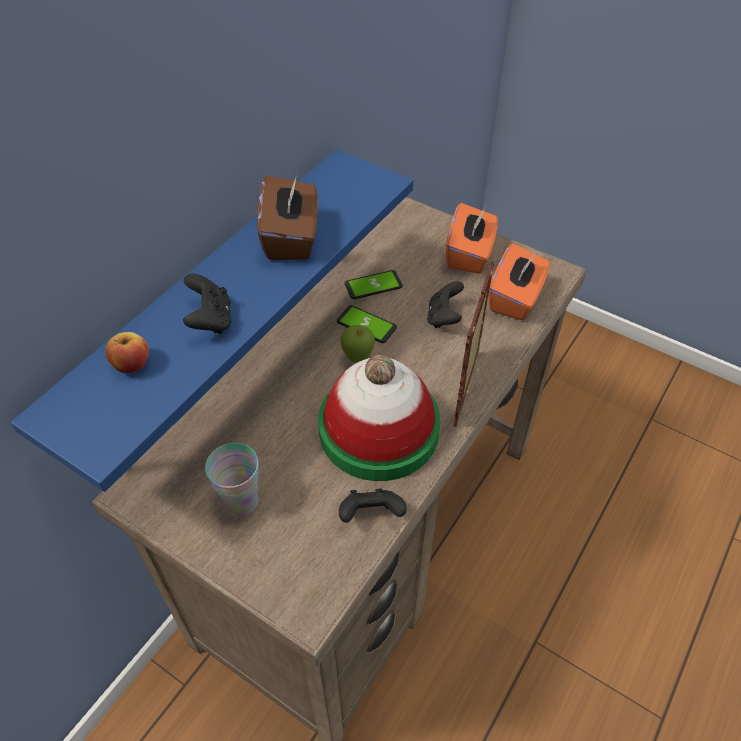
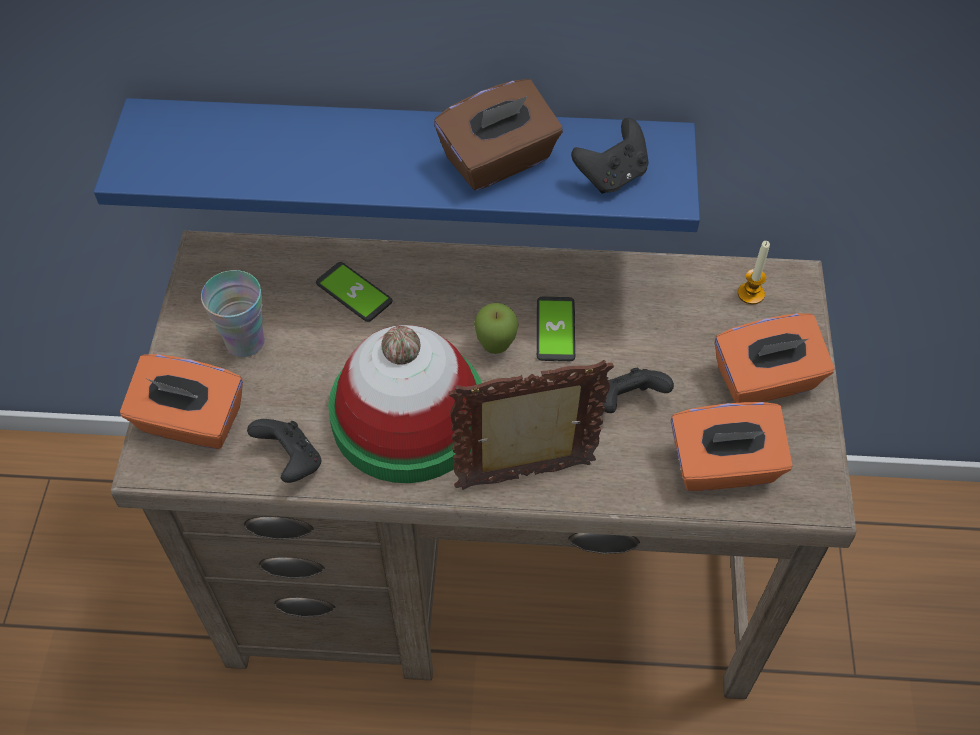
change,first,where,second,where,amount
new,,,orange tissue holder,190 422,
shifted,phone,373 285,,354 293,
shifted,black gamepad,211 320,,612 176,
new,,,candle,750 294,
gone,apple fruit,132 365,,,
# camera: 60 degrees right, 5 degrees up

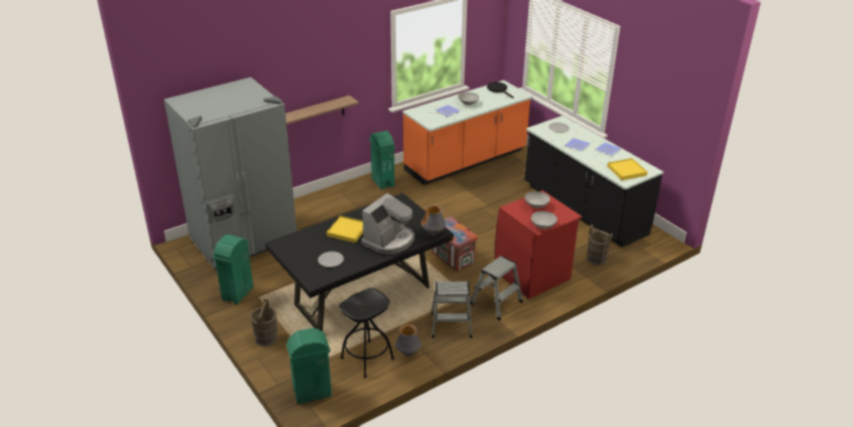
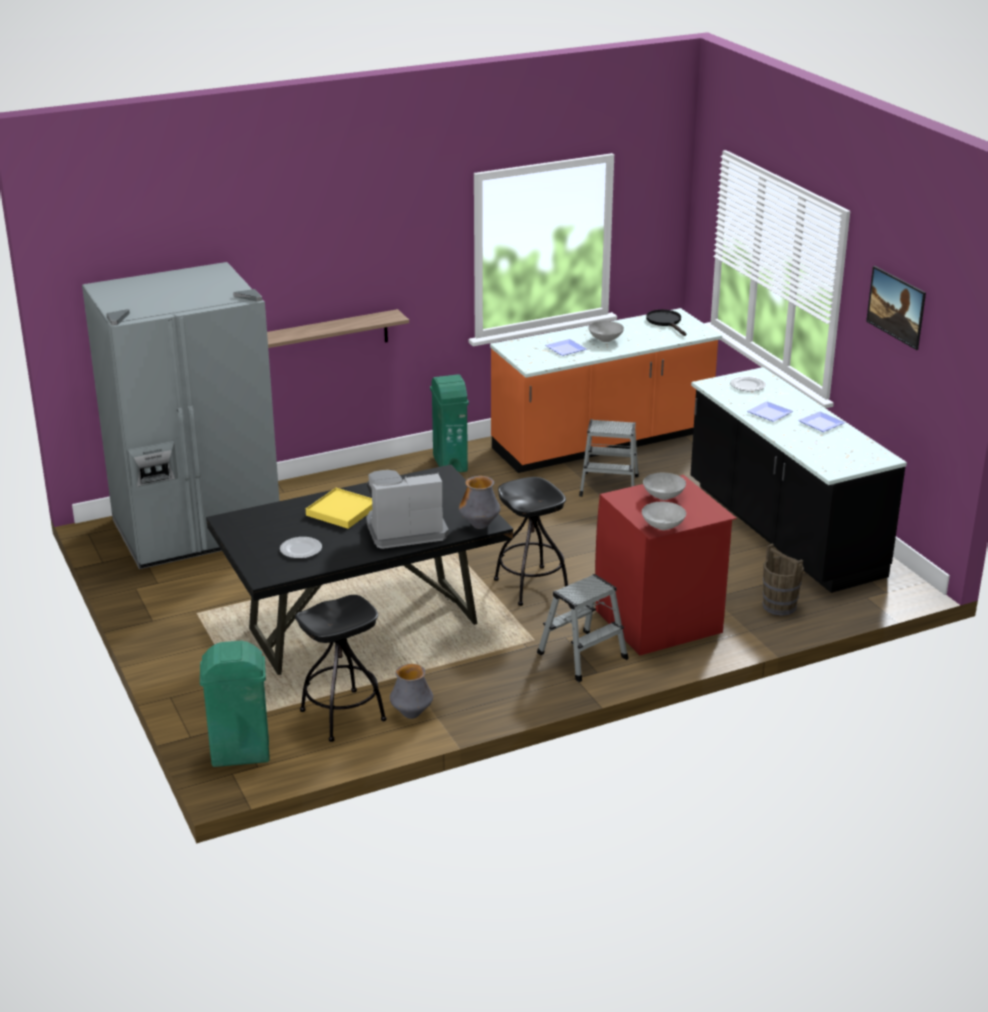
change,first,where,second,where,amount
rotated,coffee brewer,389 240,,404 530,150 degrees counterclockwise
swapped,crate,453 259,black stool,531 585,
shifted,gray stepladder,450 324,,608 485,
new,,,wall art,894 321,
gone,green-coloured waste bin,237 294,,,
gone,brownish pail,266 338,,,
gone,yellowish serving tray,626 171,,,
# camera: 10 degrees right, 5 degrees down

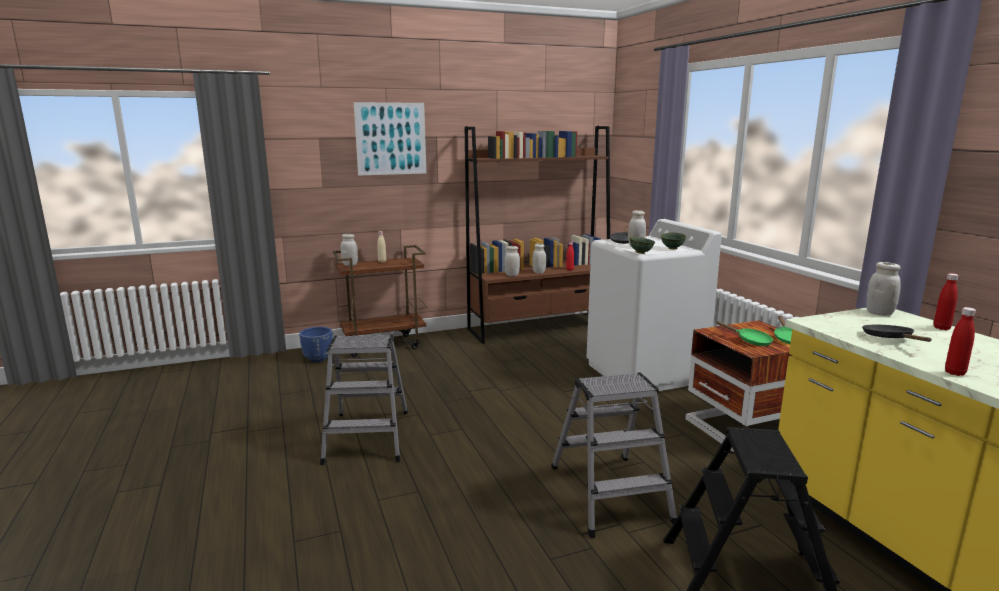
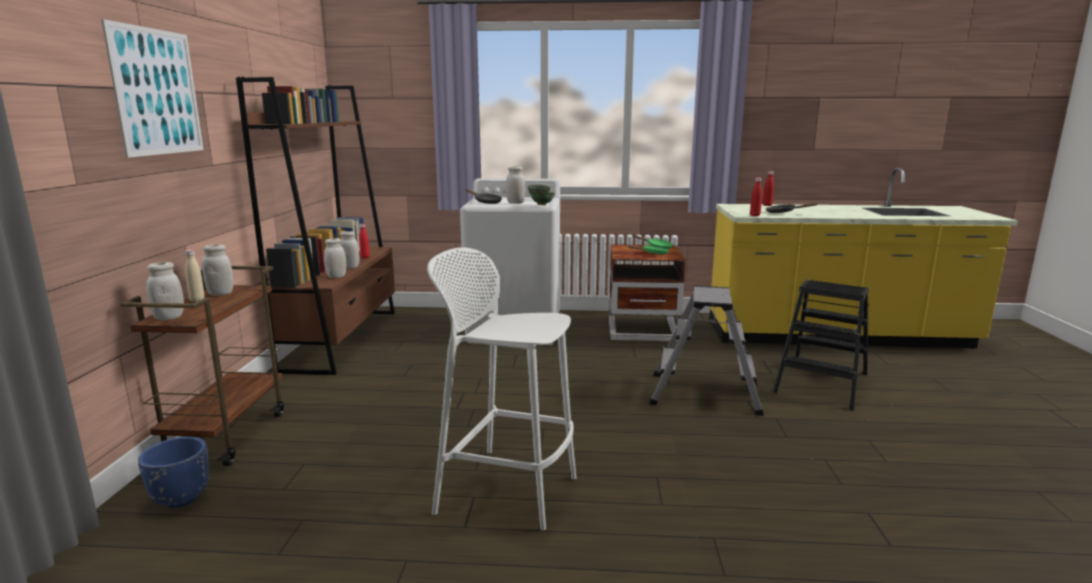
change,first,where,second,where,amount
shifted,white storage jar,879 313,,220 293,
swapped,gray stepladder,367 435,white stool,506 490,
shifted,red-coloured beverage bottle,954 373,,755 215,
# camera: 65 degrees left, 0 degrees up

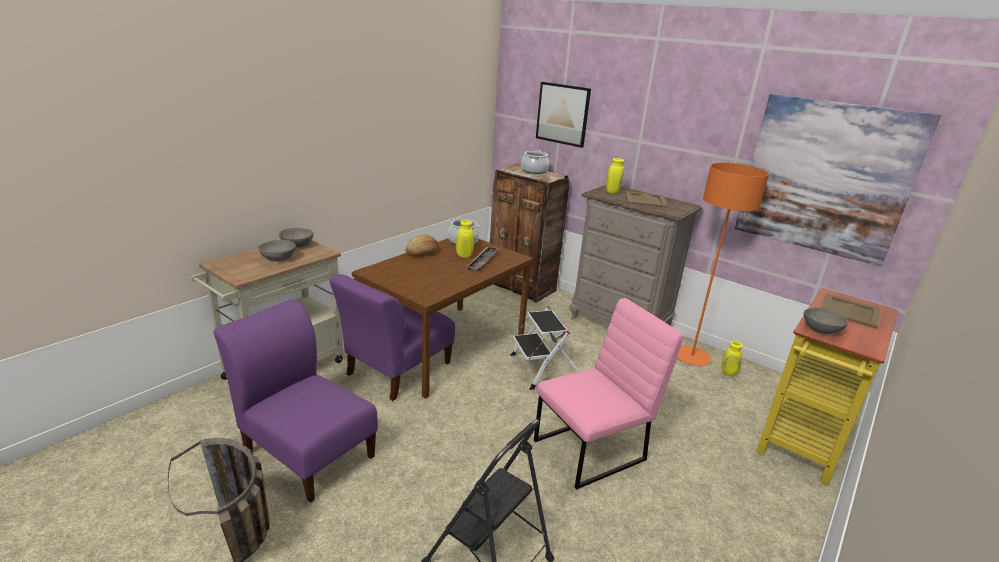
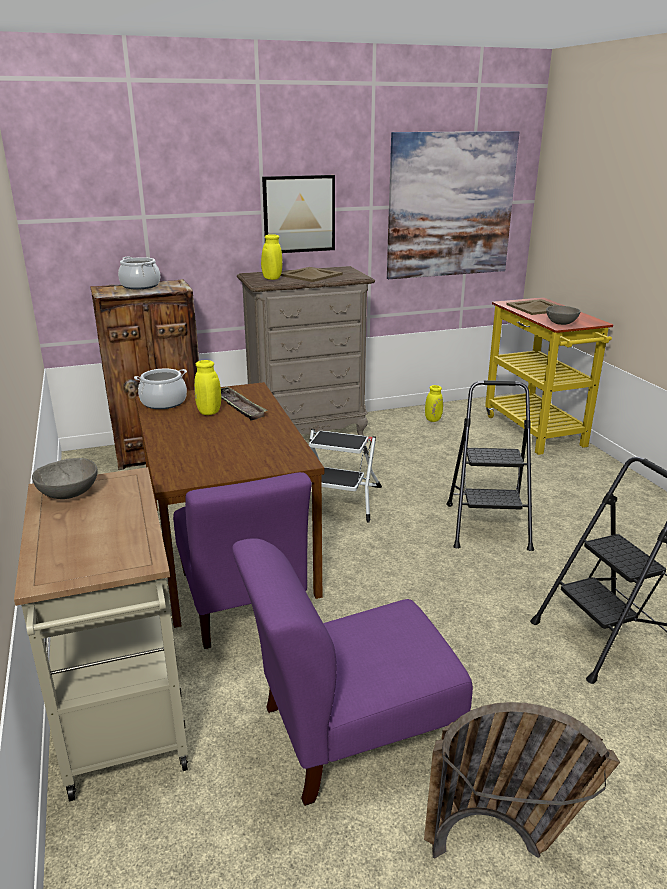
change,first,where,second,where,amount
shifted,wall art,562 114,,299 214,
swapped,pinkish plain chair,592 449,black stepladder,487 524,
gone,gray bowl,279 259,,,
gone,baked bread,422 253,,,
gone,orange floor lamp,691 357,,,
# camera: 55 degrees left, 0 degrees up

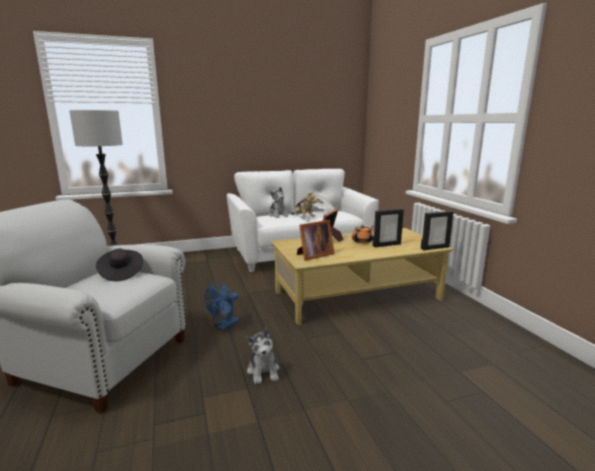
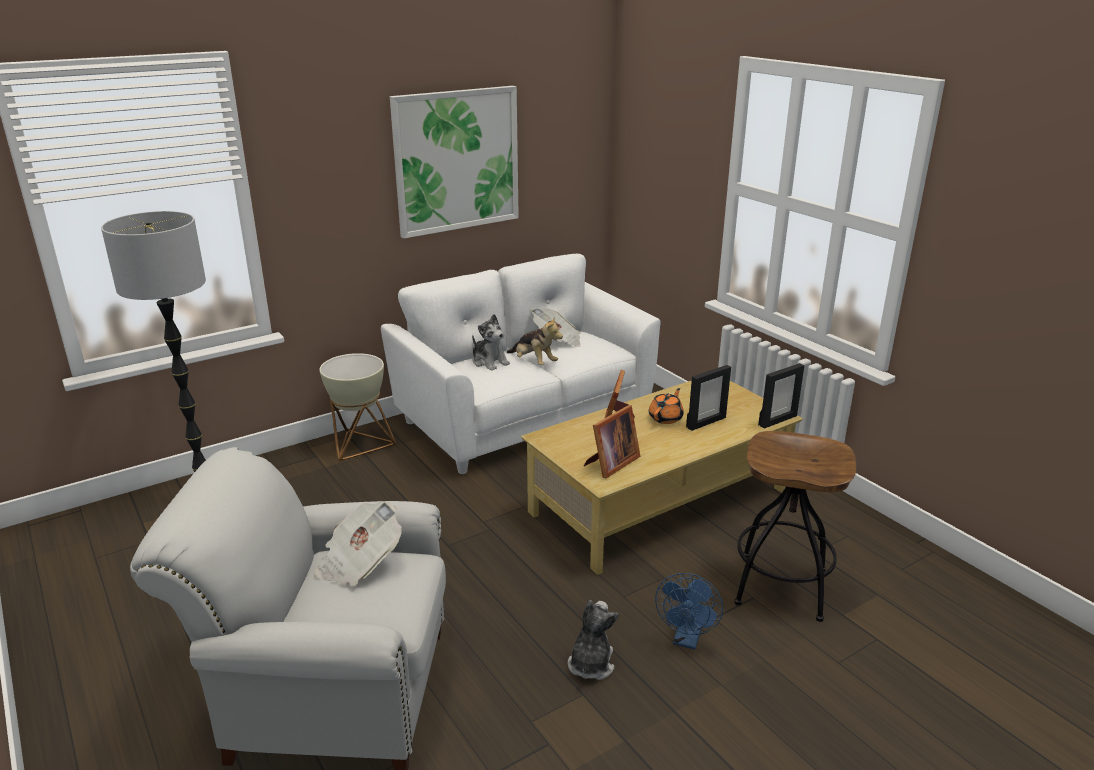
change,first,where,second,where,amount
swapped,black hat,121 273,daily paper,359 563,
new,,,planter,361 444,
new,,,wall art,456 160,
rotated,plush toy,263 371,,590 664,135 degrees counterclockwise
shifted,blue-coloured fan,224 326,,687 639,
new,,,brownish stool,781 586,
# camera: 15 degrees left, 10 degrees up

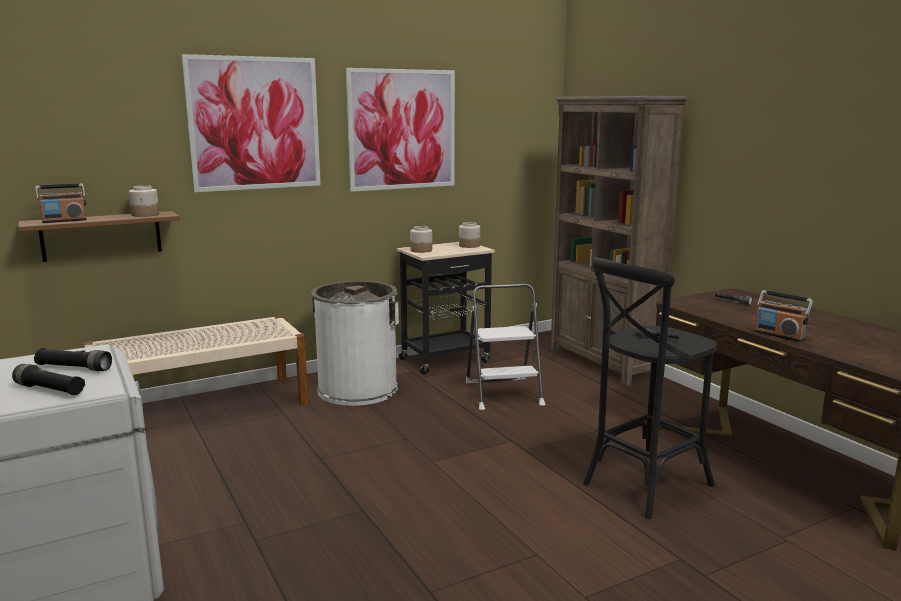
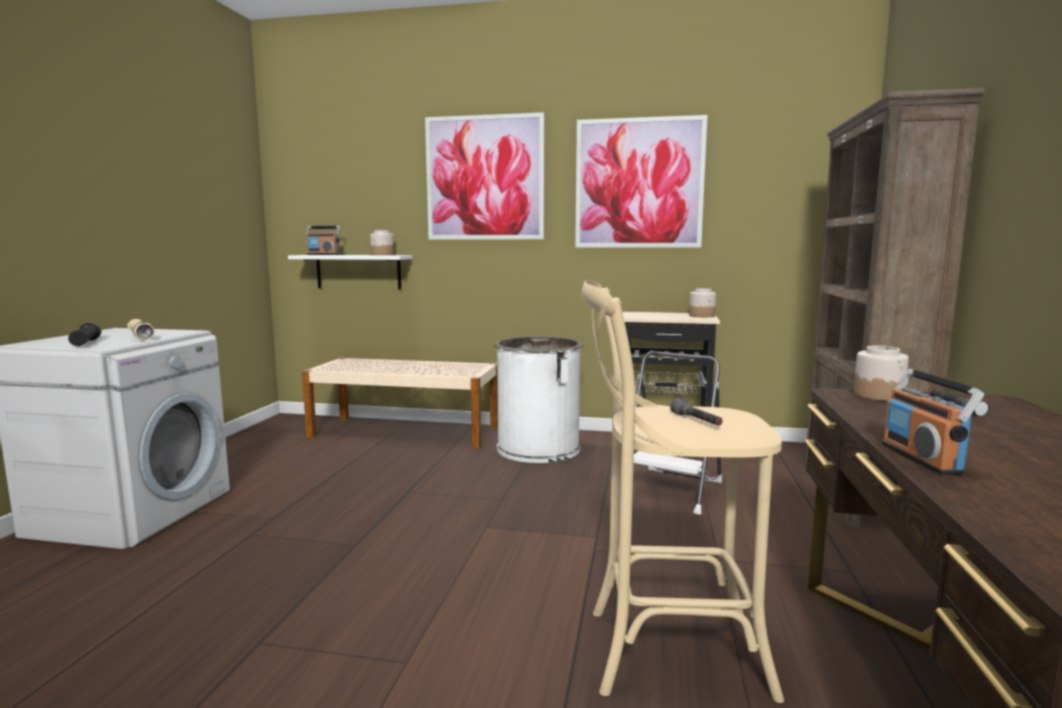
change,first,where,second,where,amount
repainted,black torch,74 368,beige torch,141 337,
repainted,brownish shelf,101 236,white shelf,358 272,
repainted,black stool,643 486,beige stool,666 651,
shifted,storage jar,421 250,,878 395,
# camera: 40 degrees right, 5 degrees down

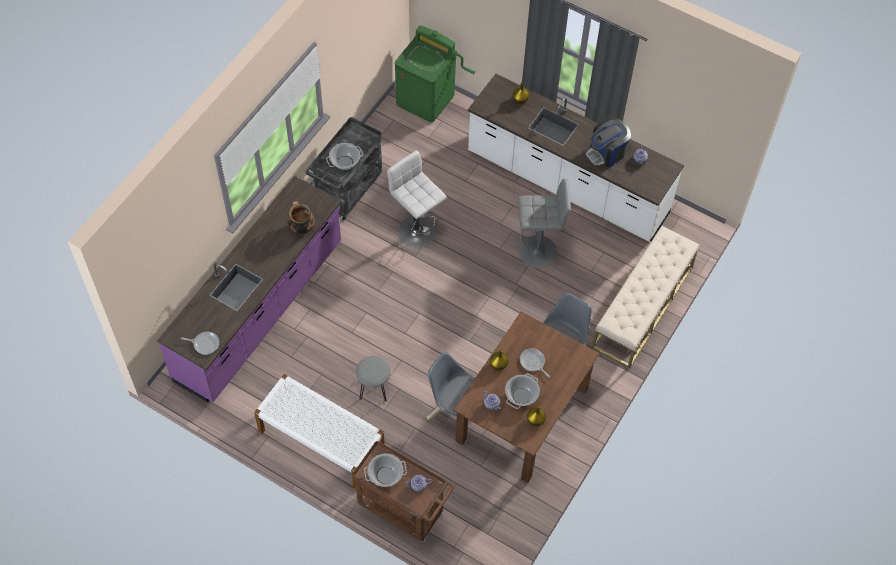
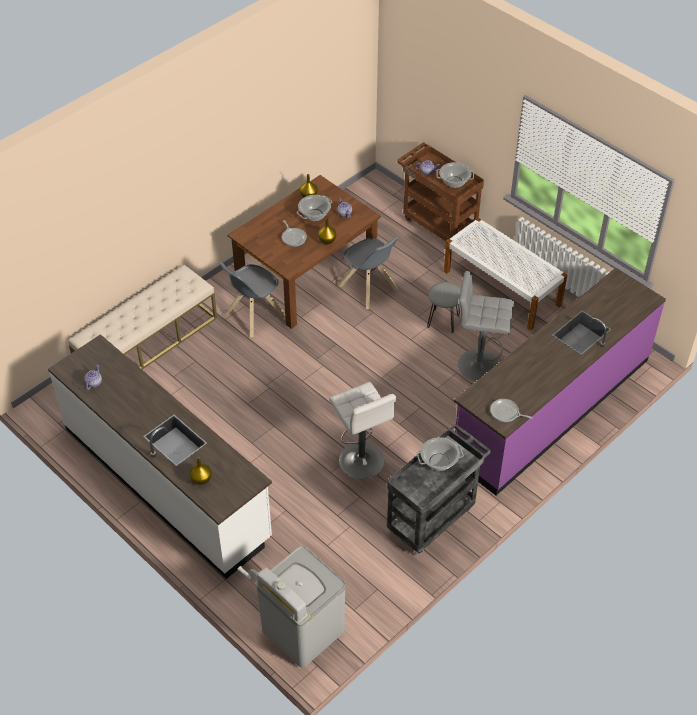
change,first,where,second,where,amount
repainted,green-coloured laundry appliance,427 100,gray laundry appliance,301 630,
shifted,gray stool,538 252,,478 365,
shifted,frying pan,205 343,,506 413,
gone,stockpot,301 228,,,
gone,coffee brewer,606 153,,,
# camera: 165 degrees left, 10 degrees down

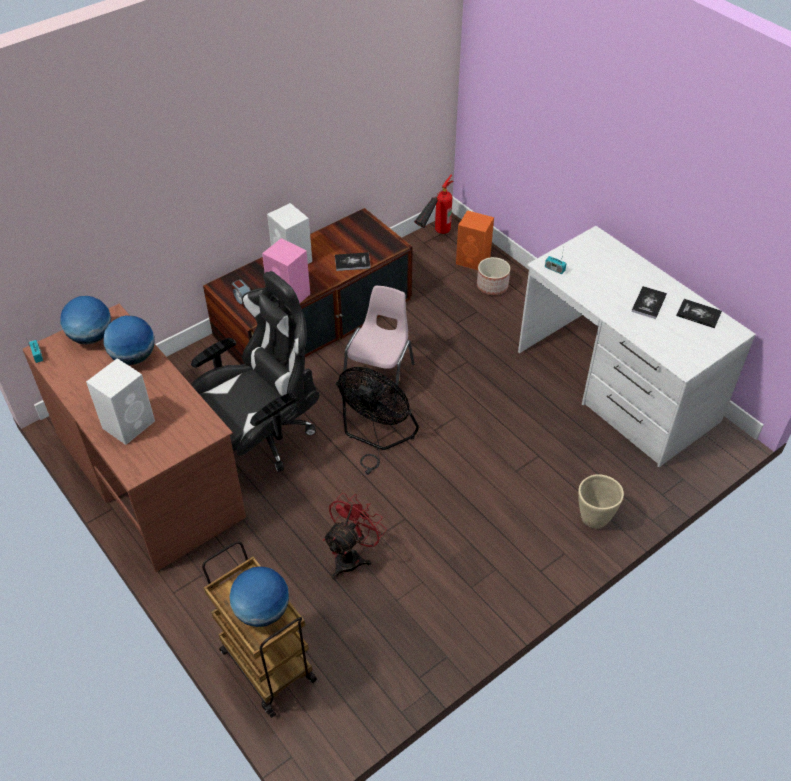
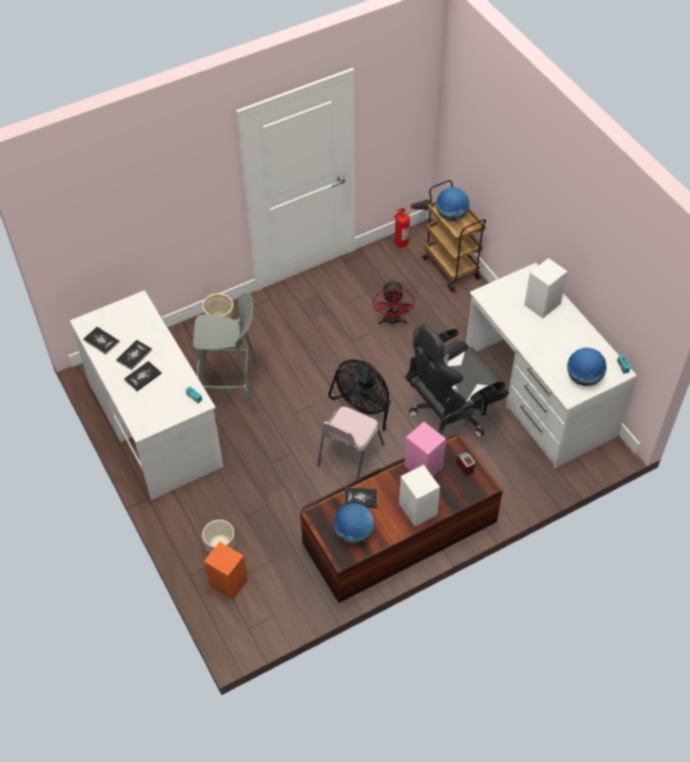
change,first,where,second,where,amount
new,,,bound book,143 376,
new,,,gray stool,232 387,
shifted,desk globe,134 357,,354 533,
rotated,red-coloured fan,352 556,,392 321,45 degrees counterclockwise
shifted,extinguisher,434 236,,410 236,
repainted,brownish desk unit,149 474,white desk unit,538 395,
# camera: 170 degrees left, 5 degrees up

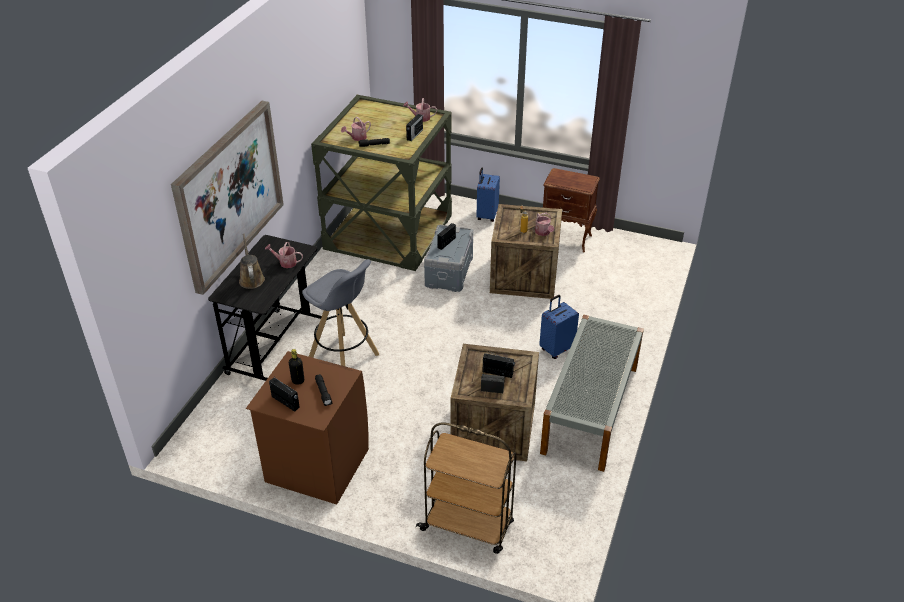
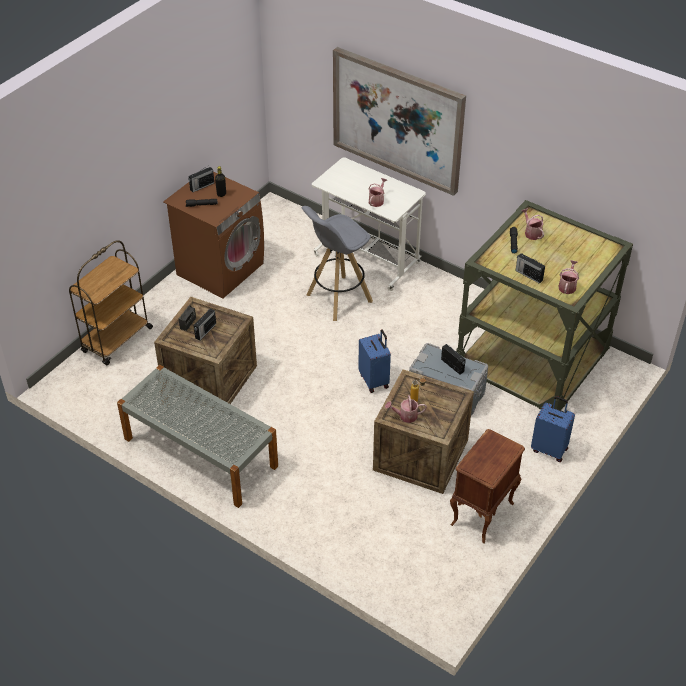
change,first,where,second,where,amount
repainted,black desk unit,276 348,white desk unit,367 259,
shifted,blue-coloured piece of luggage,556 349,,374 380,
gone,brownish sprinkling can,251 278,,,
# camera: 105 degrees right, 5 degrees up

